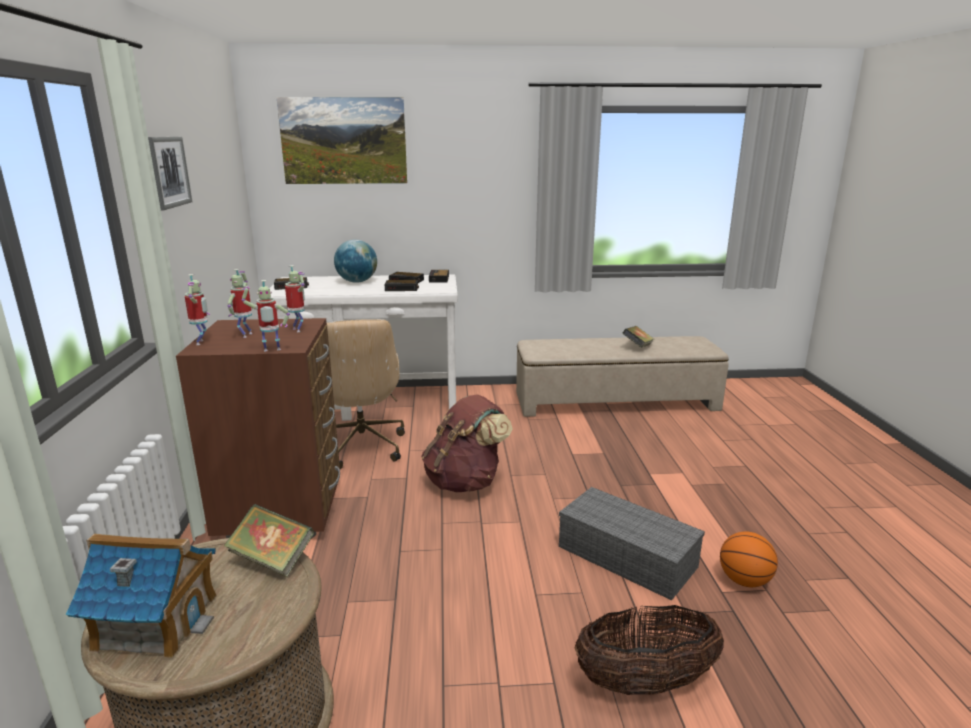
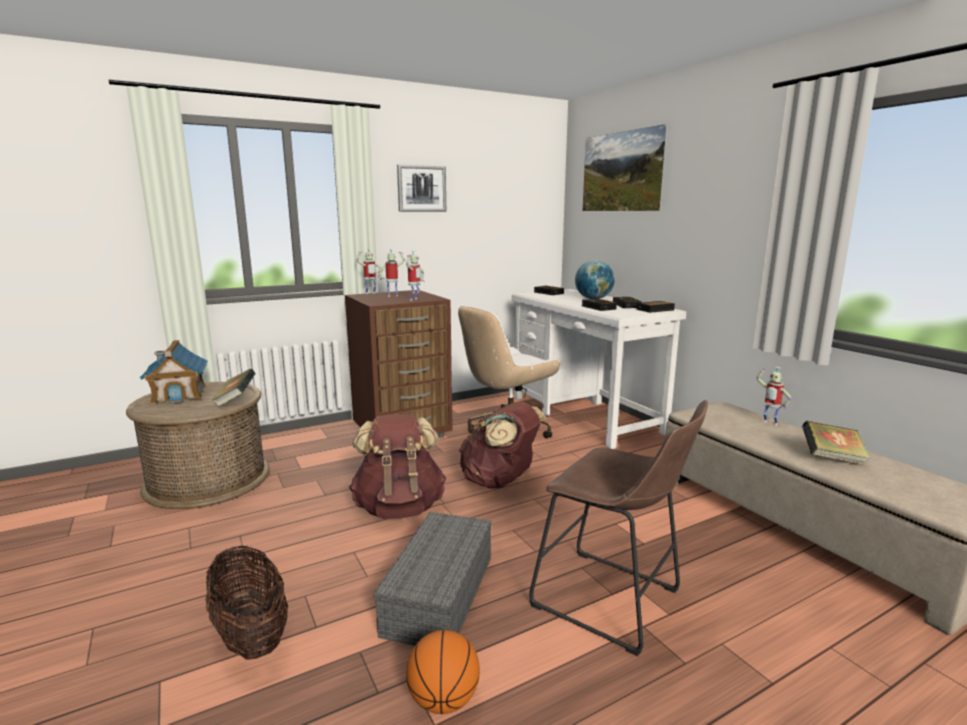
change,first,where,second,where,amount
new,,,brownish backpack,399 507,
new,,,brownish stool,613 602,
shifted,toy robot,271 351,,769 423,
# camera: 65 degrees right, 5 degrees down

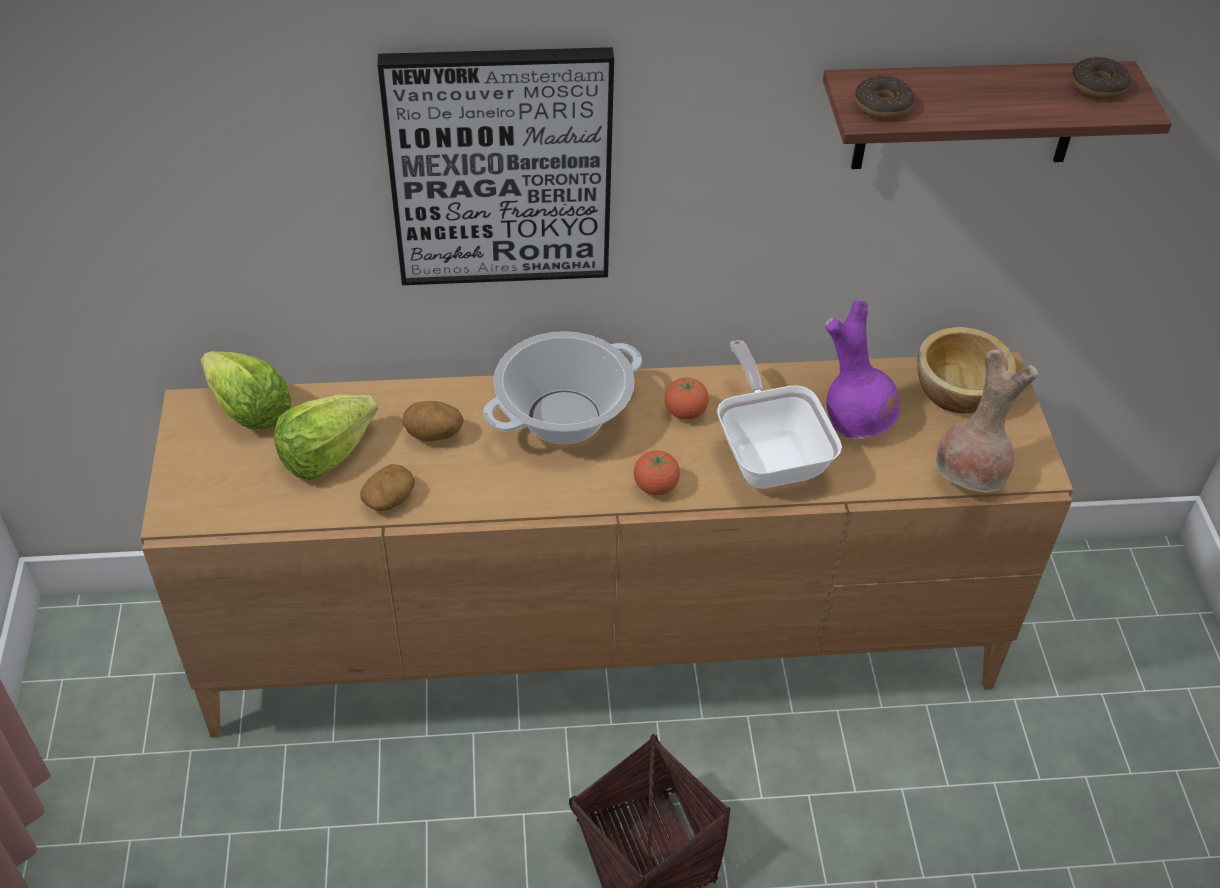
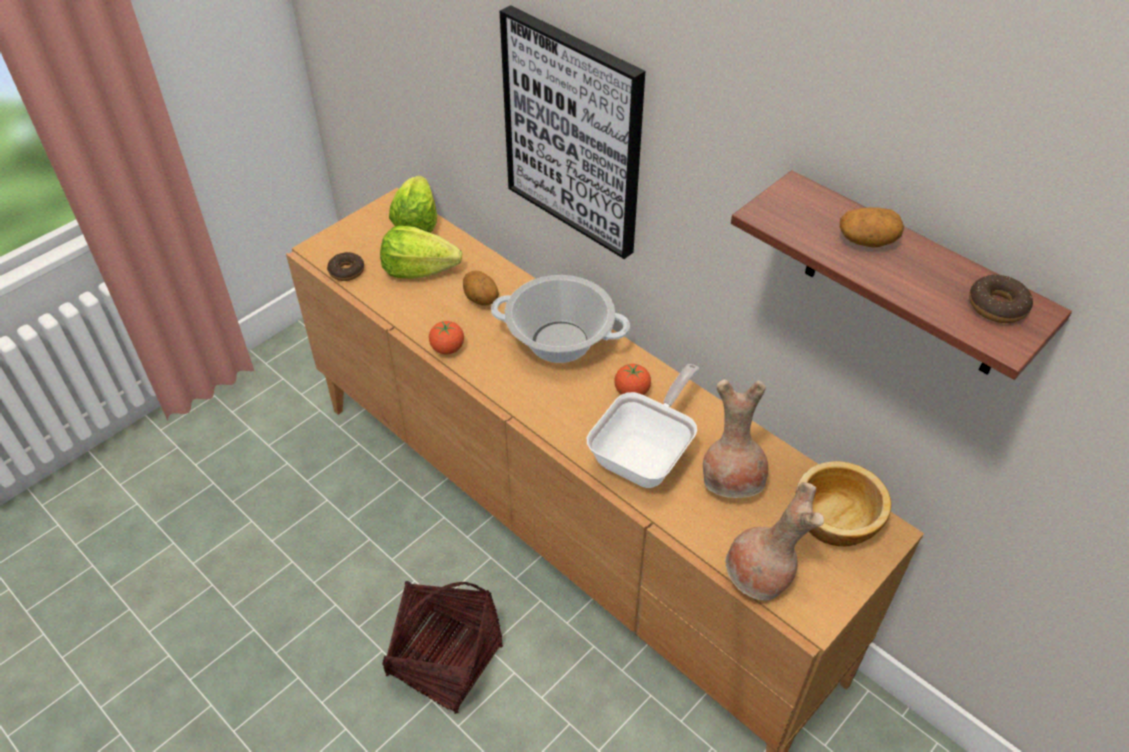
change,first,where,second,where,amount
shifted,ring doughnut,882 106,,346 271,
shifted,whole tomato,655 486,,447 348,
repainted,purple decorative vase,856 420,brownish decorative vase,732 481,
shifted,potato,389 499,,867 240,
# camera: 50 degrees right, 0 degrees up

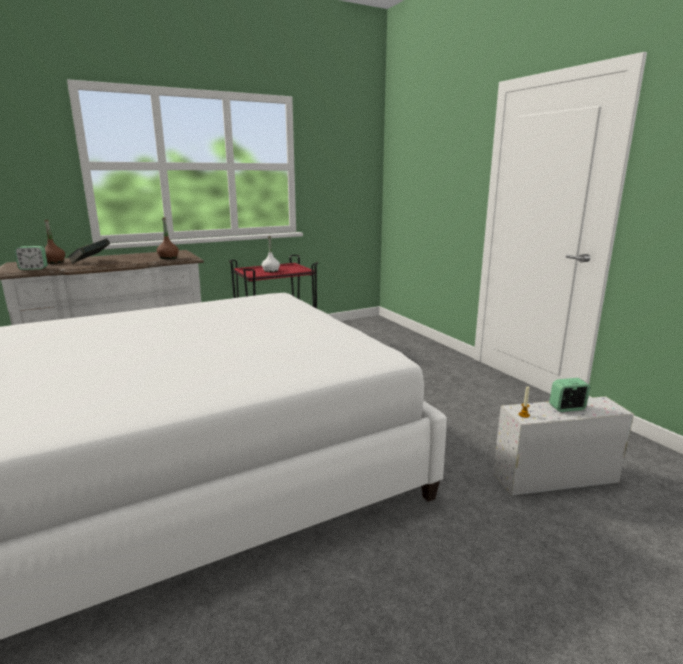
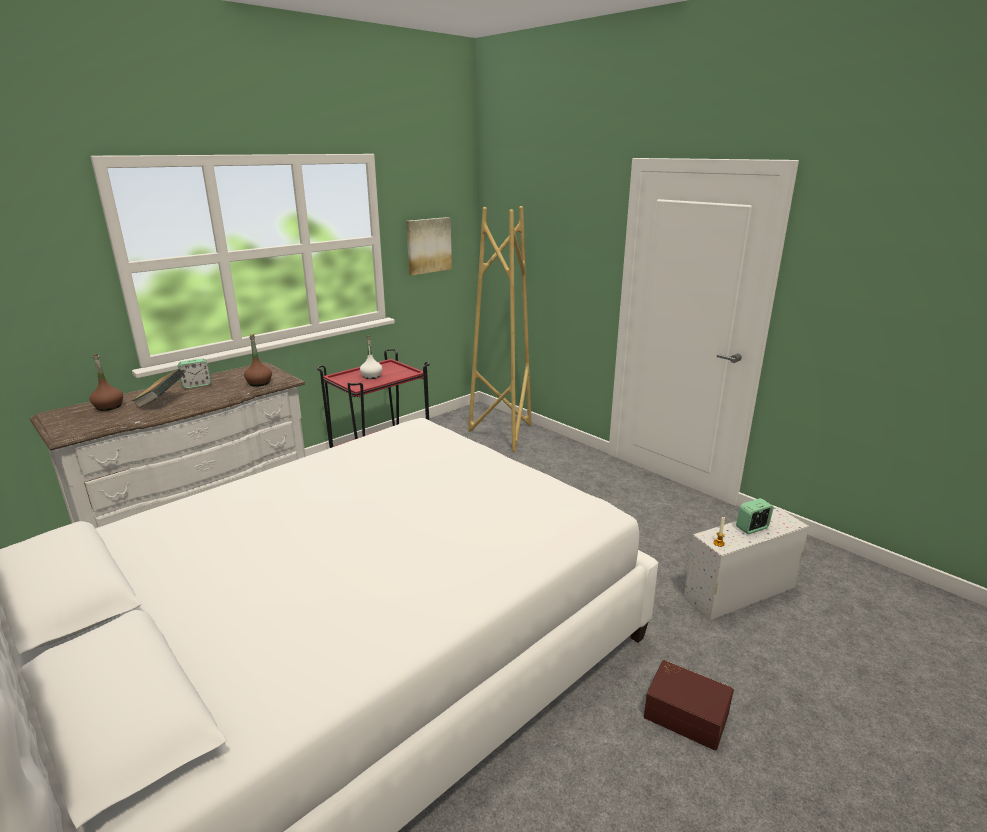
change,first,where,second,where,amount
shifted,bedside clock,33 268,,197 385,
new,,,wall art,428 245,
new,,,yellowish garment rack,504 436,
new,,,brownish storage bin,686 713,
# camera: 15 degrees left, 5 degrees up

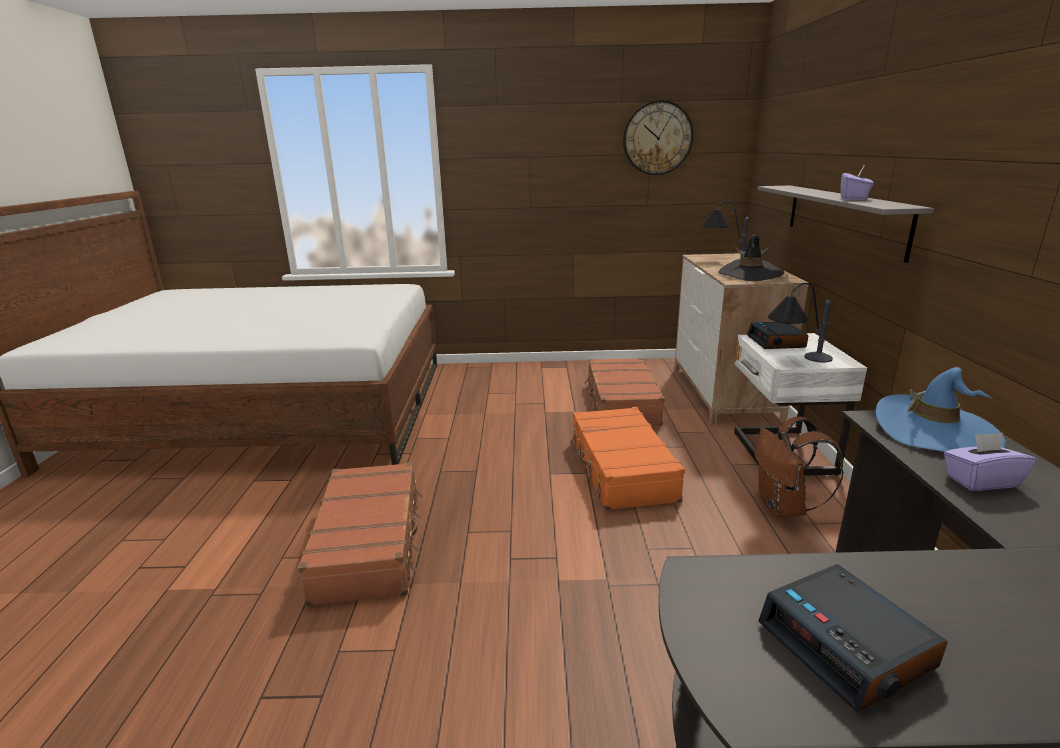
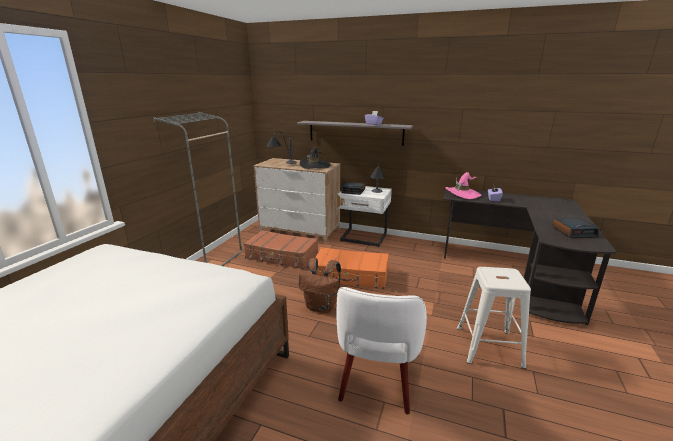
change,first,where,second,where,amount
new,,,gray garment rack,213 260,
shifted,brownish backpack,784 508,,321 307,
swapped,brownish piece of luggage,370 543,white armchair,377 378,
repainted,blue-coloured hat,935 431,pinkish hat,462 194,
new,,,white stool,488 347,
gone,clock on the wall,657 138,,,
# camera: 70 degrees left, 0 degrees up

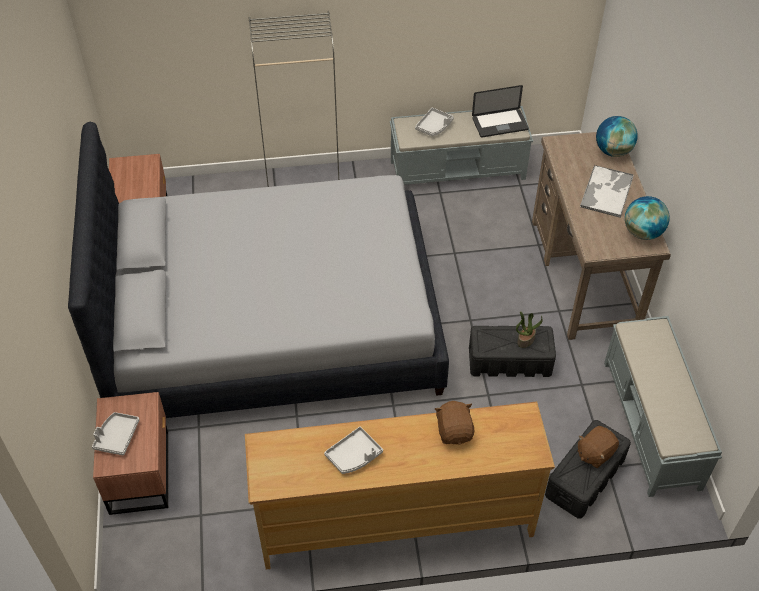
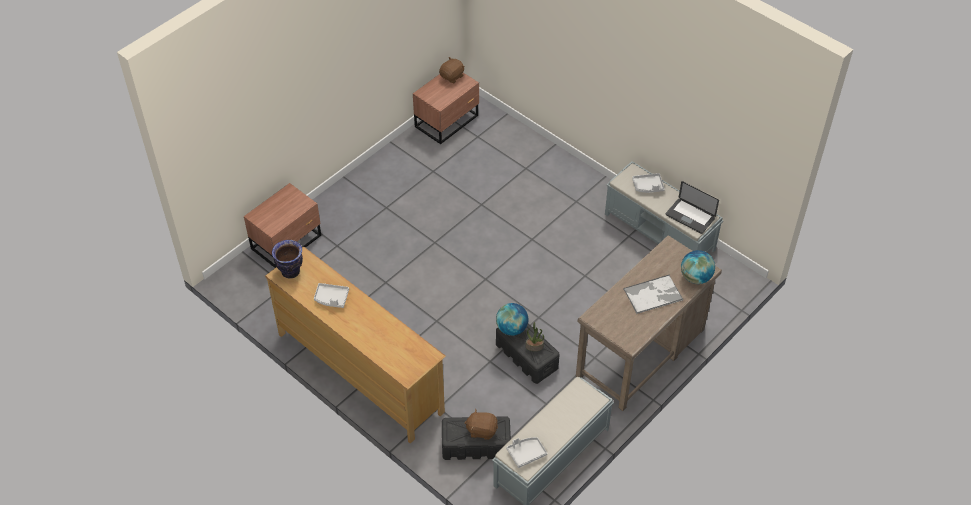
change,first,where,second,where,amount
new,,,decorative vase,290 272,
shifted,brownish plush toy,454 431,,452 76,
shifted,desk globe,642 233,,512 329,
shifted,gray serving tray,117 437,,526 453,
gone,gray bed,272 323,,,
gone,gray garment rack,303 181,,,
# camera: 50 degrees right, 0 degrees up

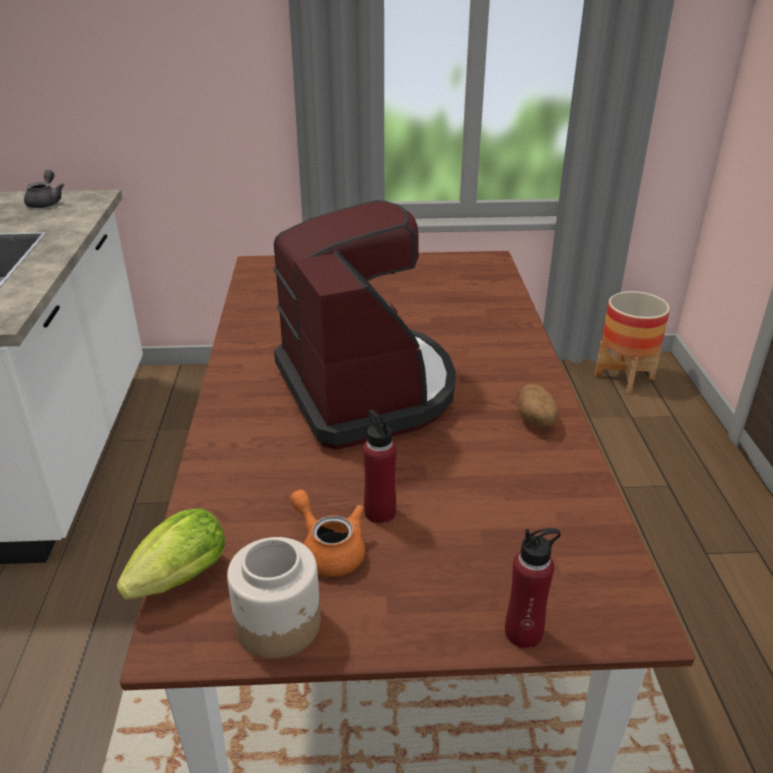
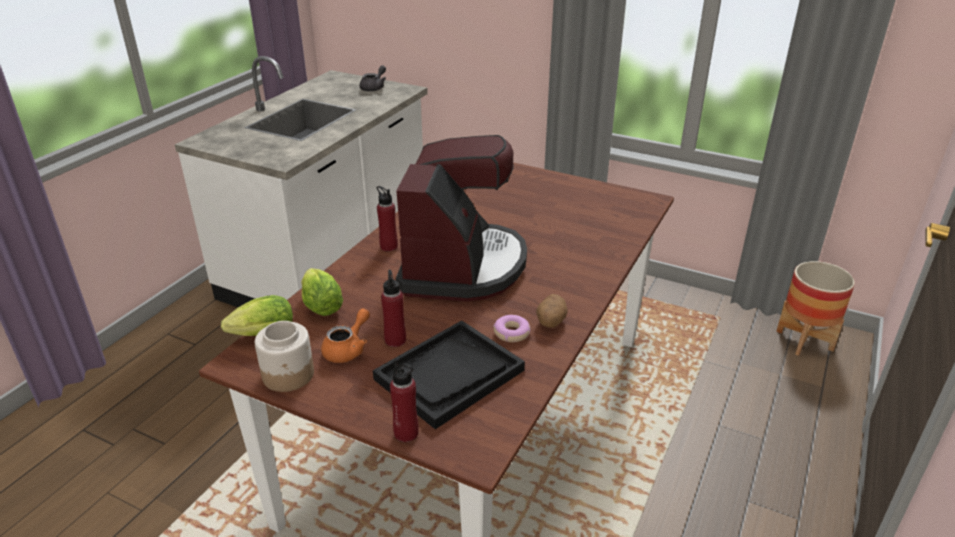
change,first,where,second,where,amount
new,,,lettuce head,320 304,
rotated,orange pot for tea,329 550,,348 349,45 degrees clockwise
new,,,black serving tray,449 375,
new,,,red-coloured beverage bottle,388 246,
new,,,ring doughnut,511 333,
# camera: 30 degrees right, 0 degrees up

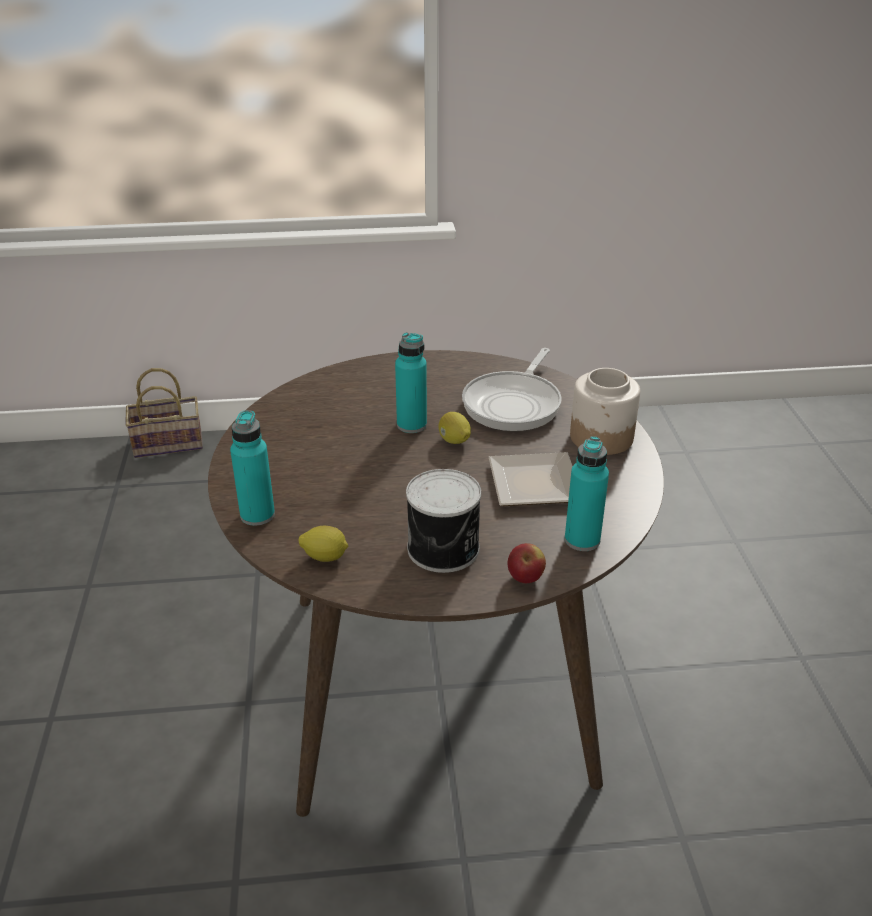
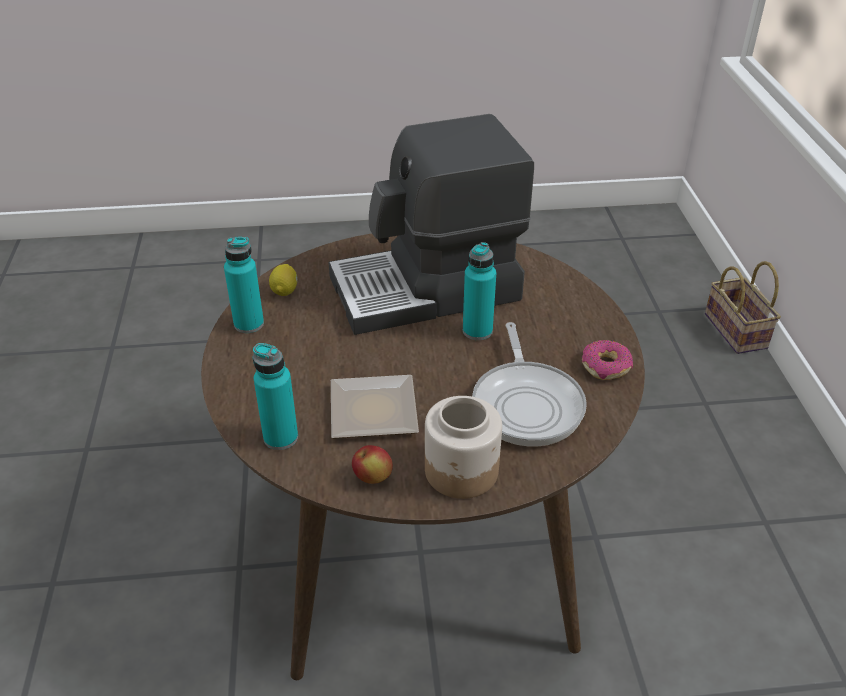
change,first,where,second,where,amount
shifted,turquoise beverage bottle,257 515,,249 324,
new,,,coffee brewer,427 290,
shifted,apple fruit,525 578,,373 477,
rotated,frying pan,514 404,,527 404,120 degrees counterclockwise
new,,,ring doughnut,606 366,
gone,metal can,445 549,,,
gone,citrus fruit,454 441,,,
# camera: 90 degrees right, 5 degrees up

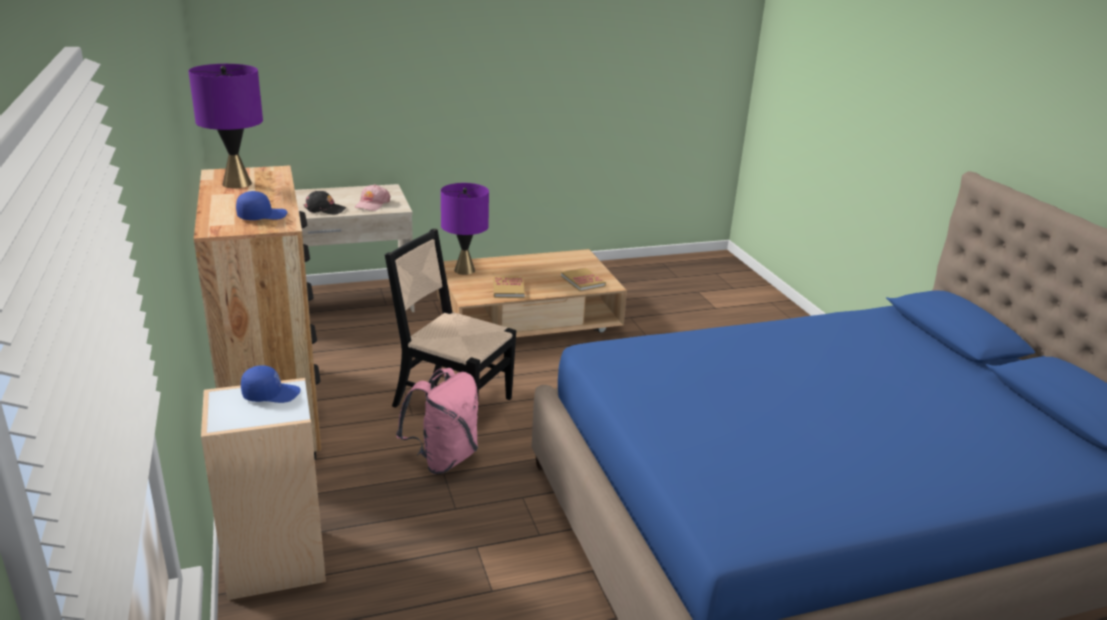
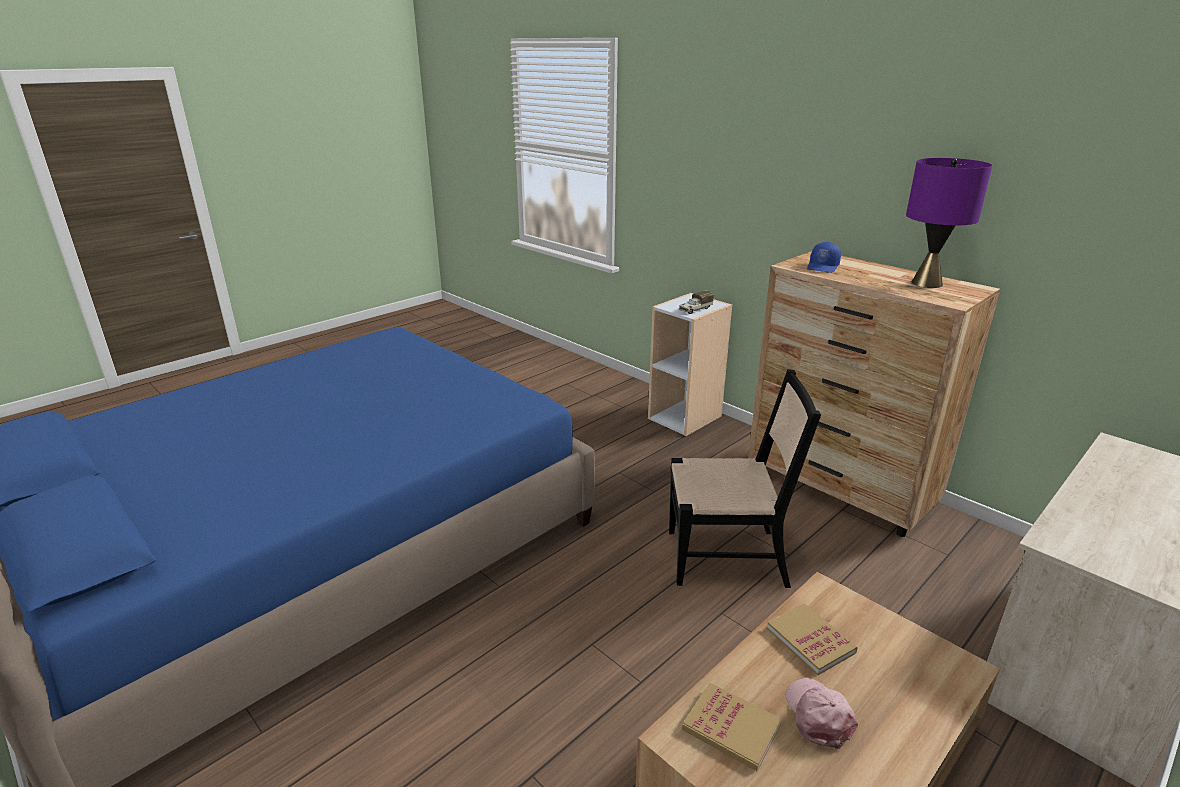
change,first,where,second,where,amount
swapped,blue-coloured baseball cap,271 394,toy truck,695 310,
shifted,pinkish baseball cap,372 204,,818 715,
gone,black baseball cap,324 209,,,
gone,pinkish backpack,443 458,,,
gone,purple lamp for a table,464 270,,,
# camera: 155 degrees right, 0 degrees up

